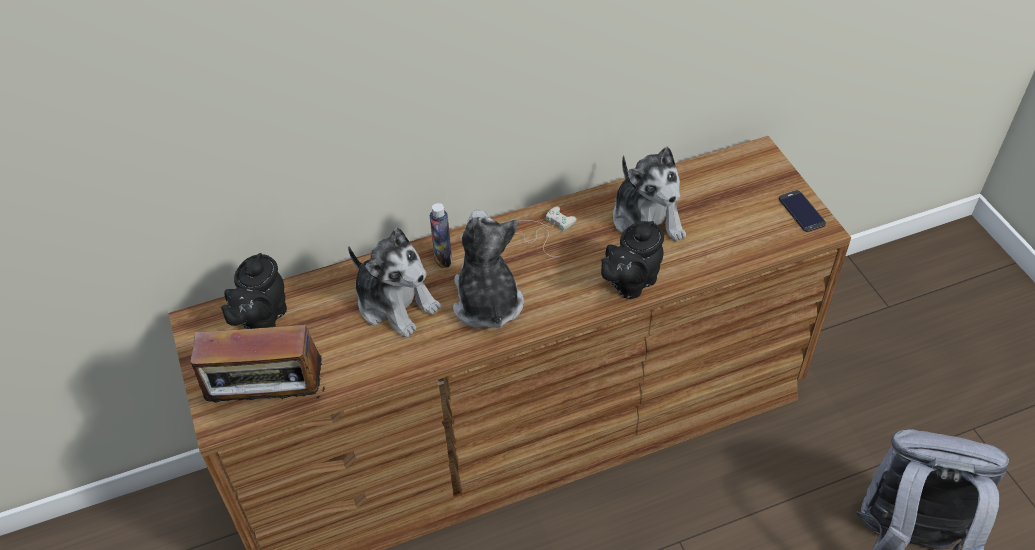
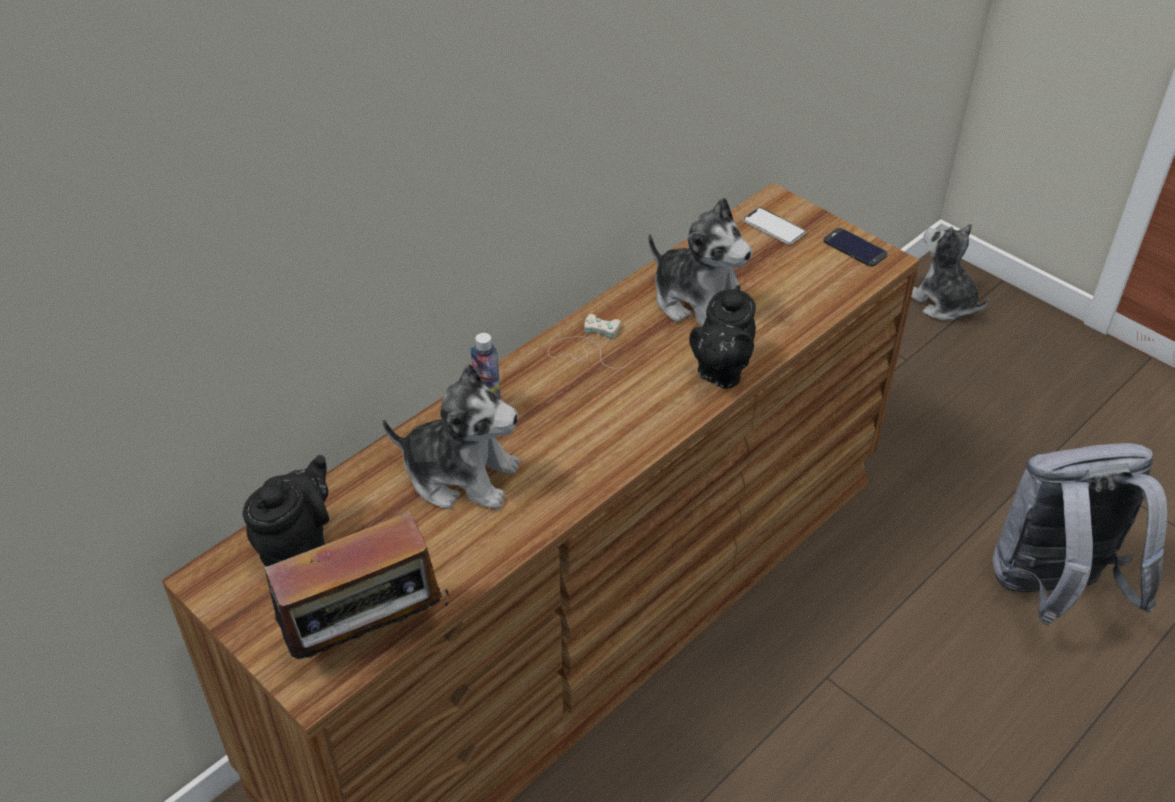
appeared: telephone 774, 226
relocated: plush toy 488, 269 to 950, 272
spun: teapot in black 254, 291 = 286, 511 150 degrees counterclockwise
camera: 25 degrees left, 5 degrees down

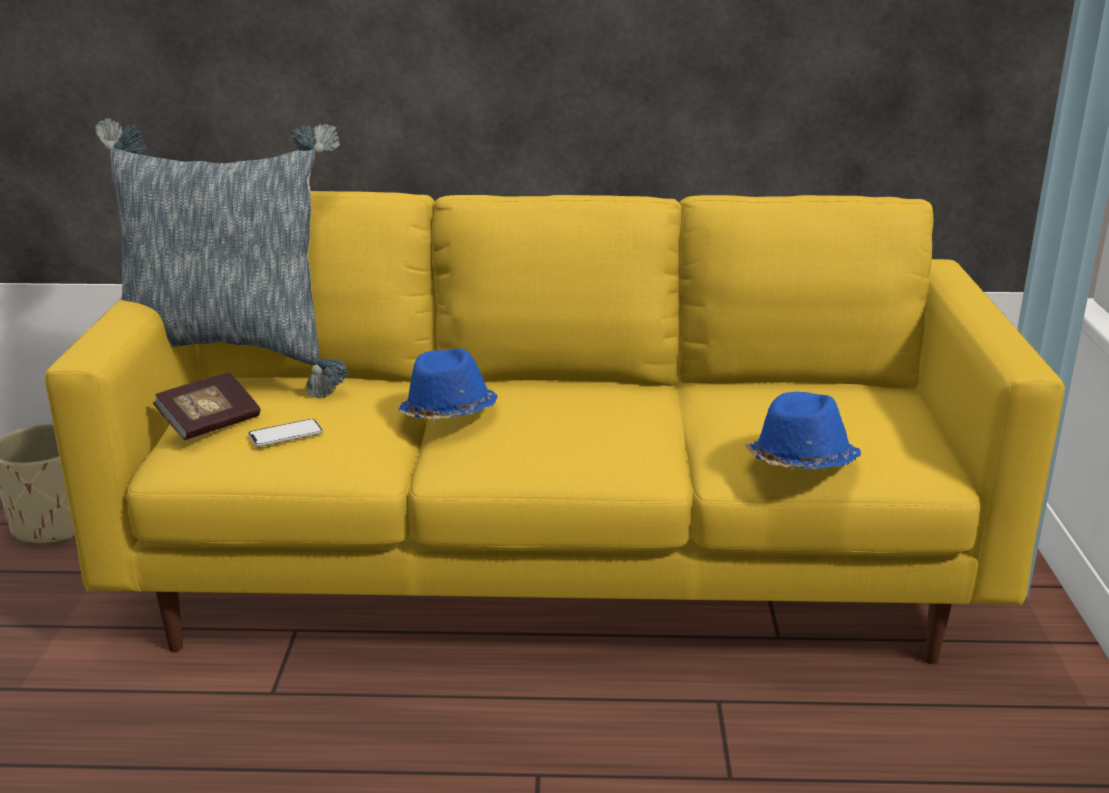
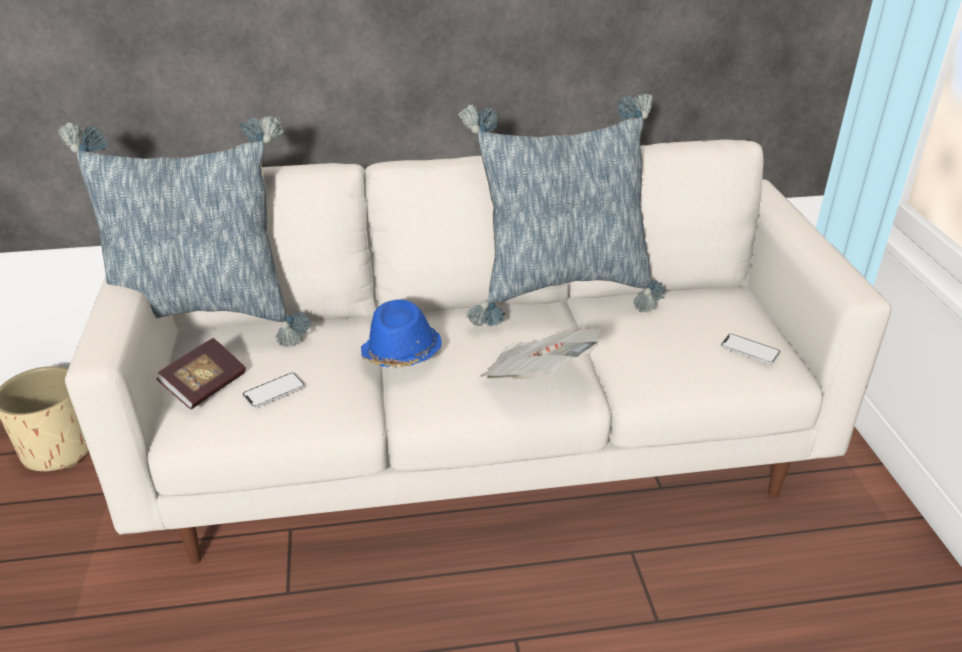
missing: hat in bluish 803, 430
appeared: cushion 562, 210; daily paper 541, 354; telephone 750, 349
colour: settee in yellow-coloured 555, 427 to settee in white 478, 352
camera: 10 degrees left, 10 degrees up

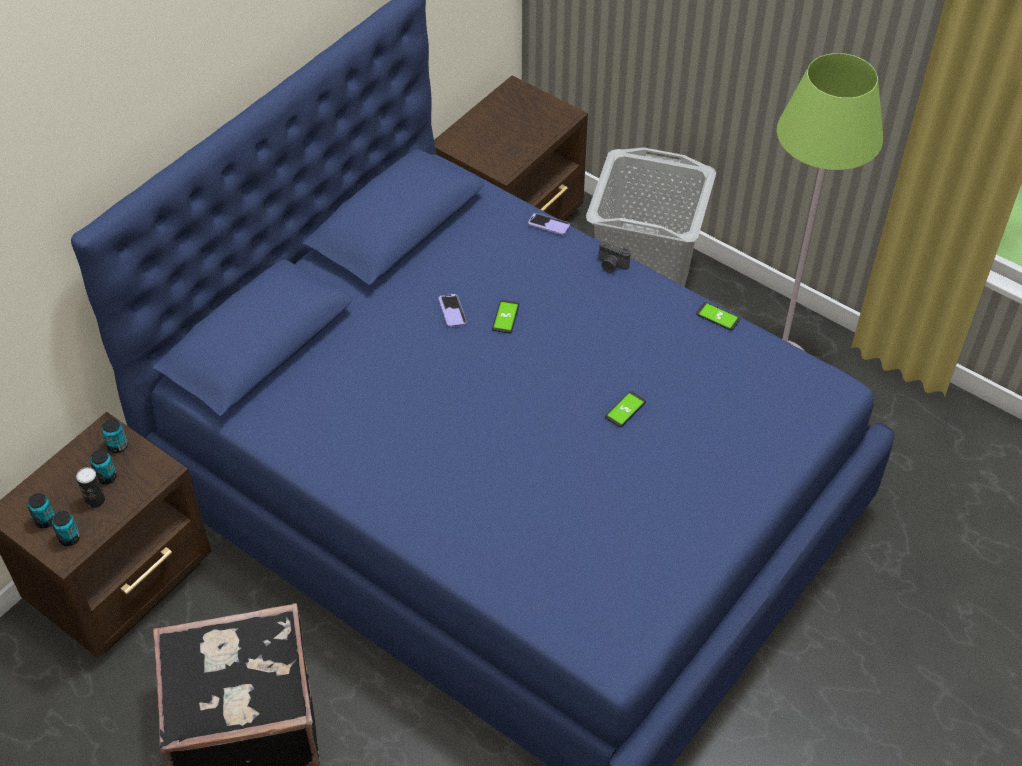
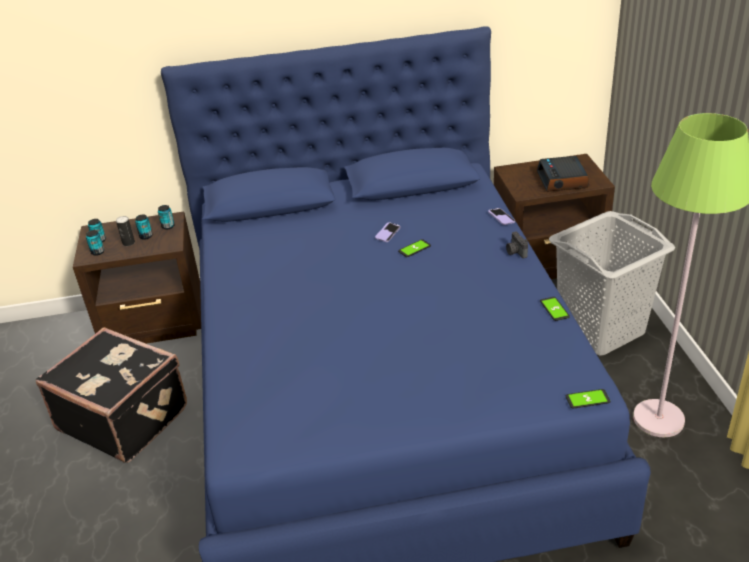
appeared: alarm clock 563, 174
relocated: telephone 625, 409 to 588, 399
camera: 45 degrees right, 15 degrees down

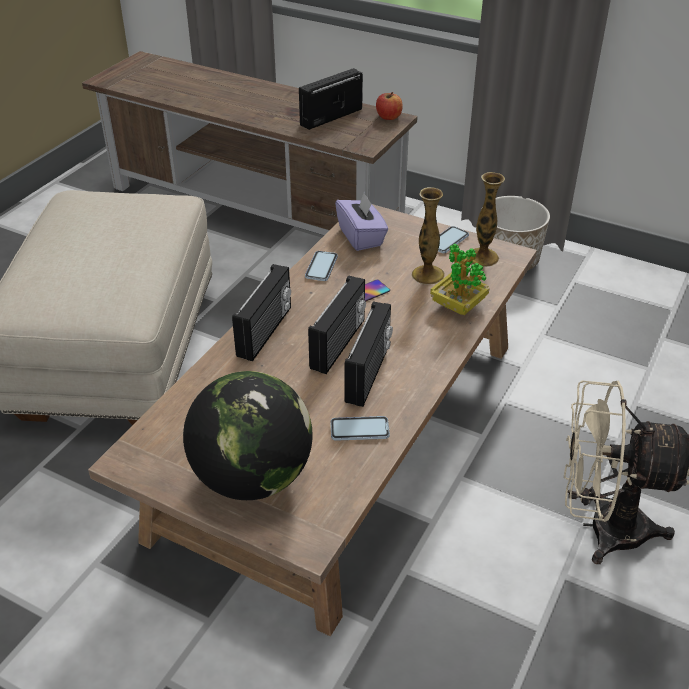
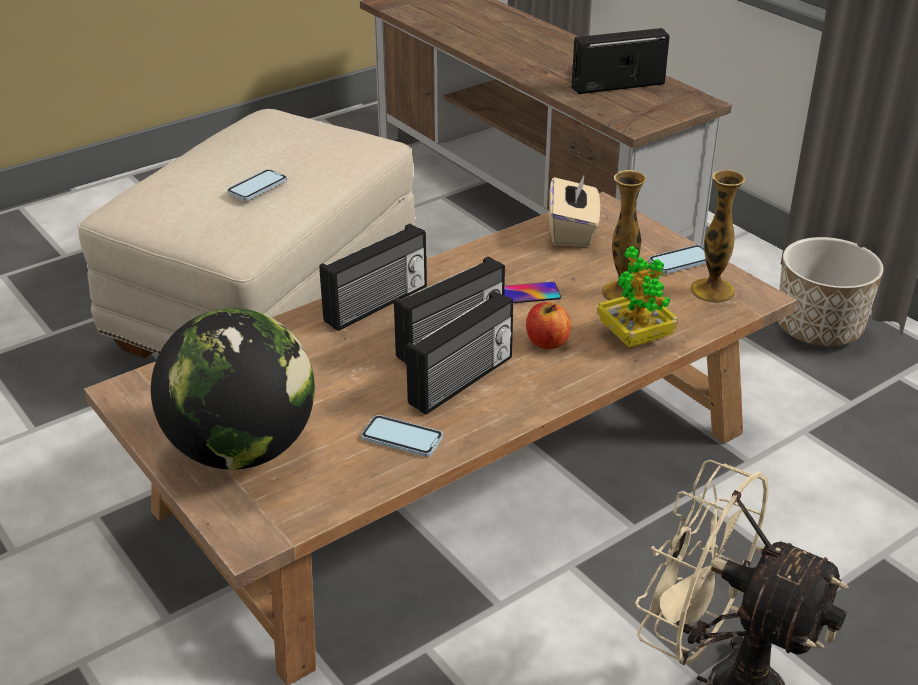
relocated: telephone 321, 266 to 257, 184; whole apple 389, 106 to 548, 326
colour: tissue box in purplish 361, 221 to tissue box in beige-coloured 574, 209
camera: 25 degrees right, 5 degrees down

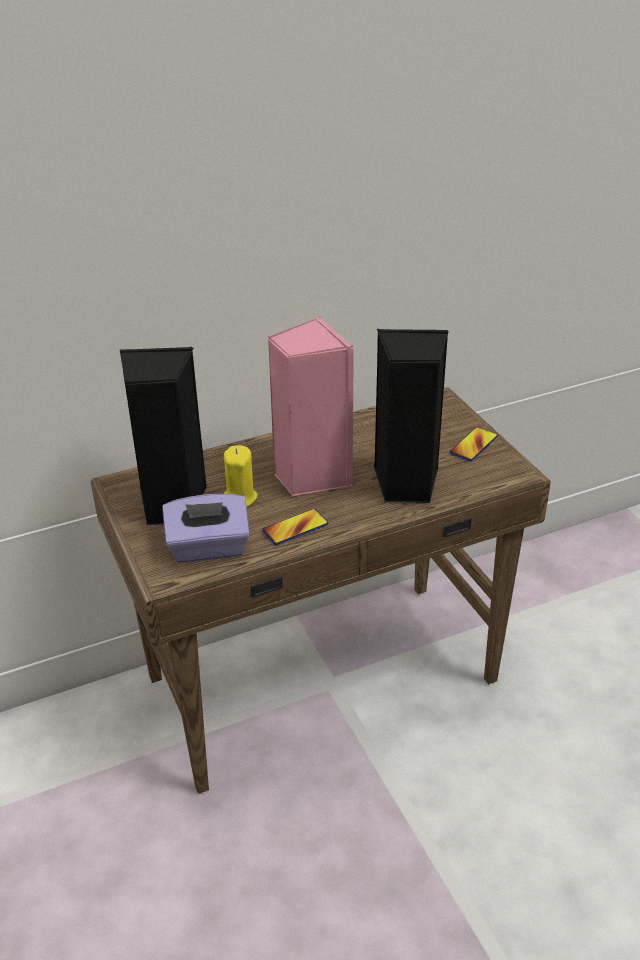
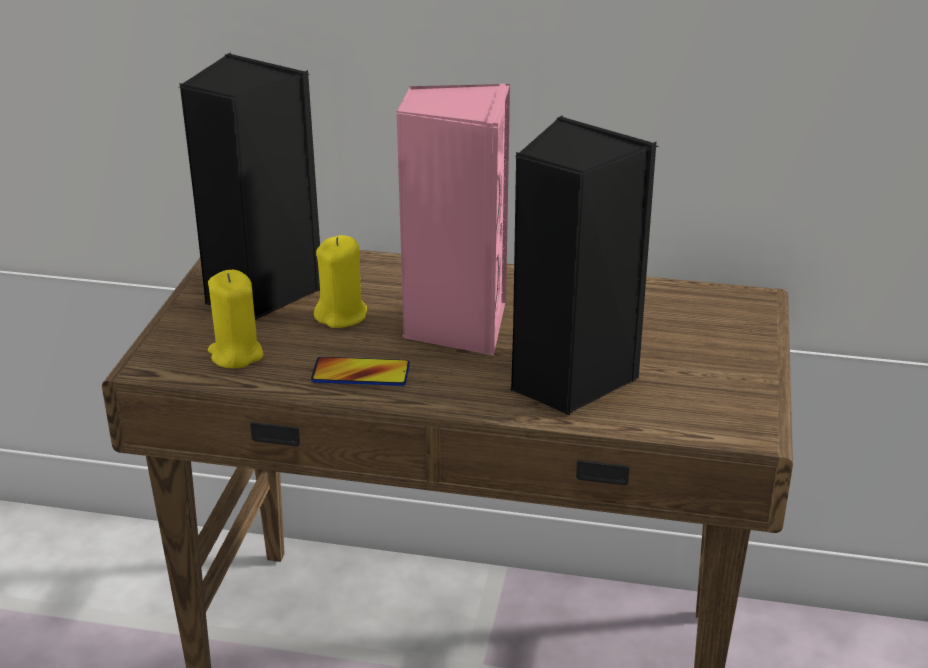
missing: telephone 474, 444
exchanged: tissue box in purplish 206, 528 to wax candle in yellow-coloured 236, 319
camera: 35 degrees right, 5 degrees down

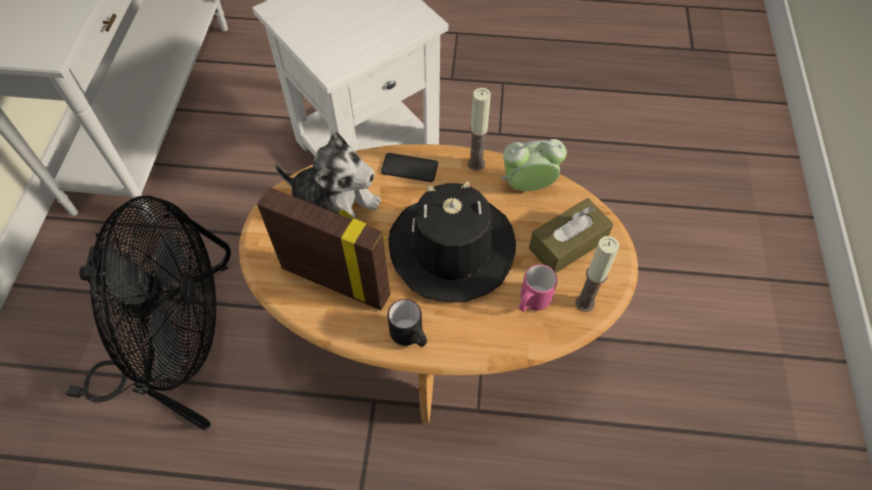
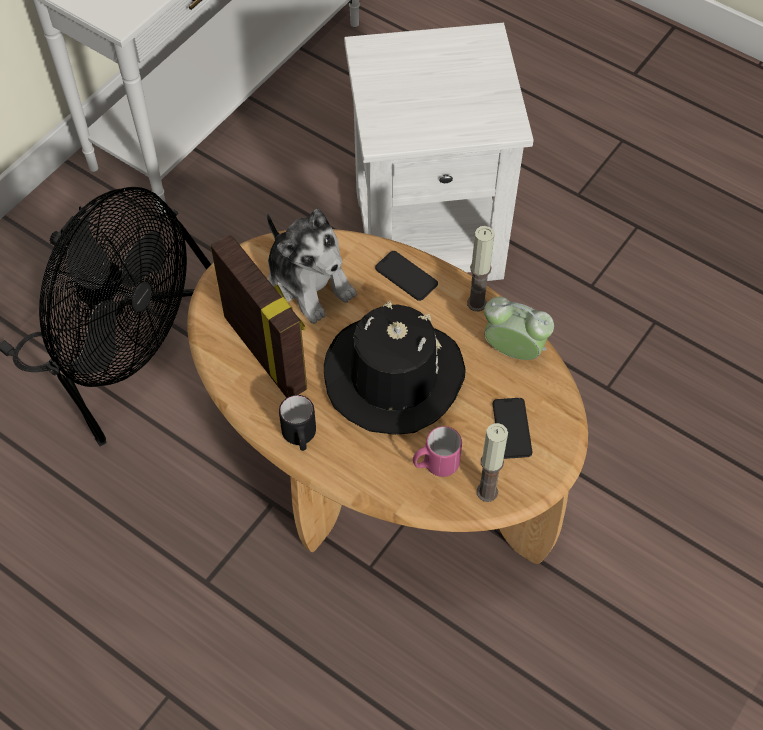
exchanged: tissue box in brownish 571, 235 to telephone 512, 428
camera: 30 degrees right, 0 degrees up

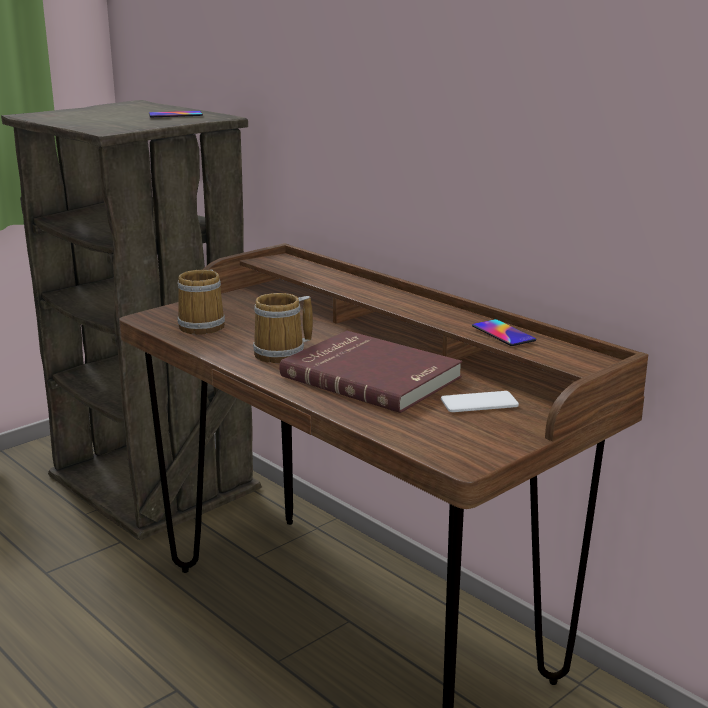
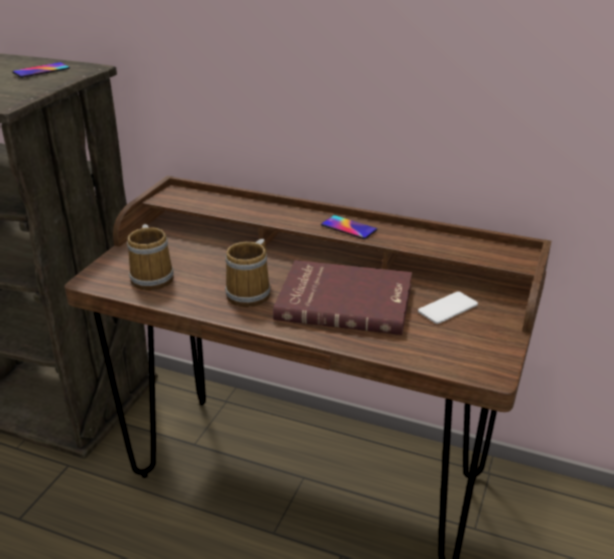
relocated: telephone 504, 332 to 349, 227
camera: 25 degrees left, 10 degrees up

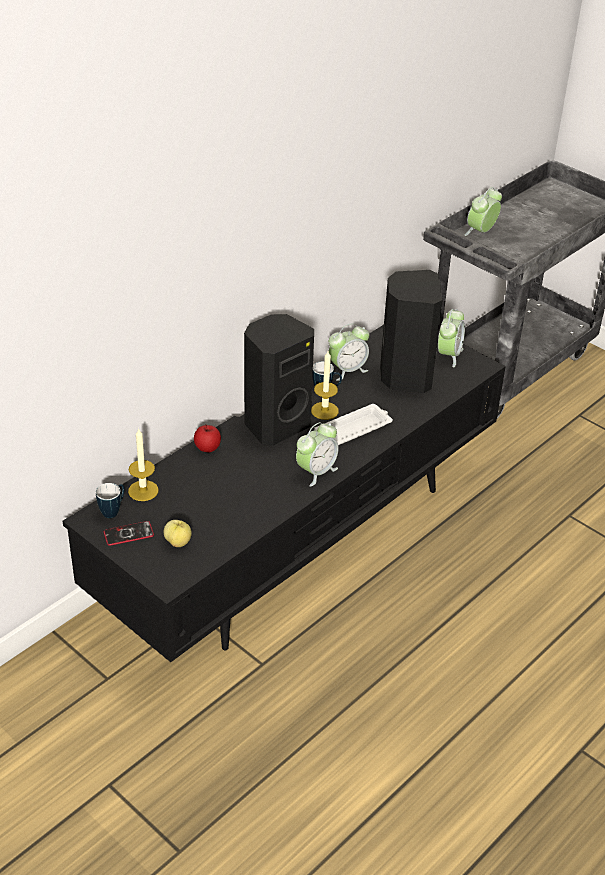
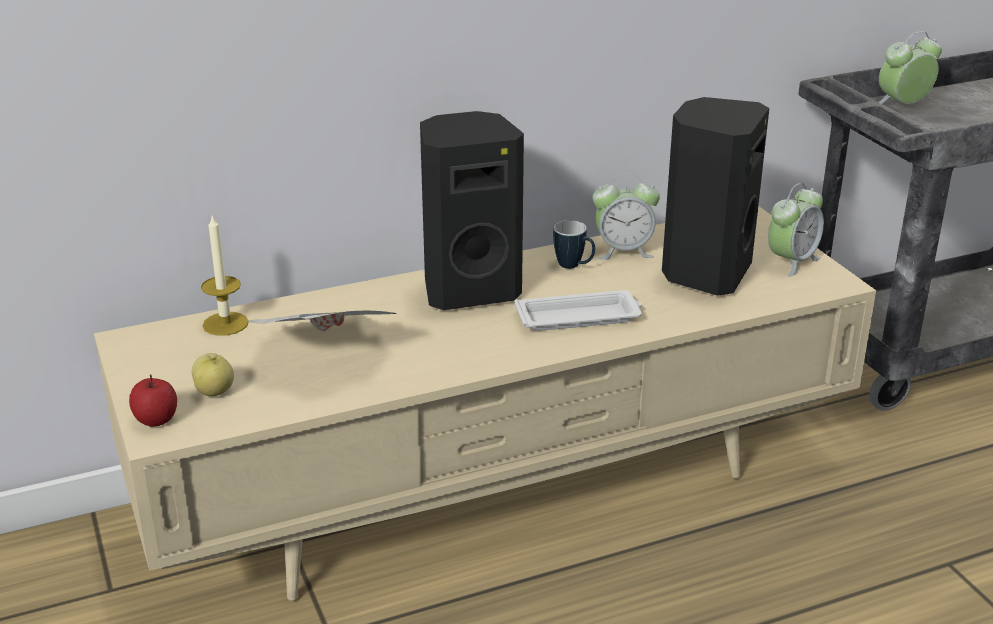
missing: mug 110, 500; telephone 129, 533; alarm clock 317, 454; wax candle 325, 385
appeared: daily paper 322, 321
relocated: whole apple 207, 438 to 153, 400
colour: tv stand in black 284, 493 to tv stand in beige-coloured 485, 403
camera: 25 degrees right, 10 degrees down

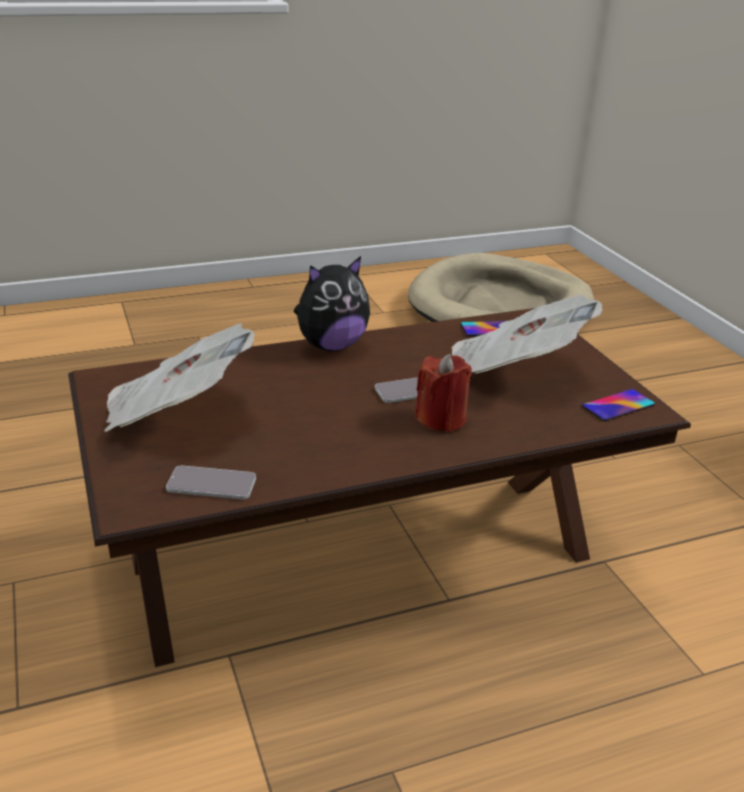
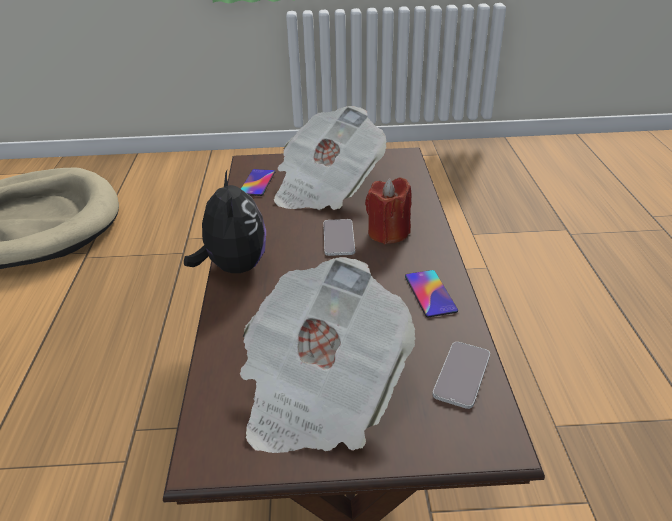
relocated: telephone 618, 405 to 431, 293
camera: 70 degrees left, 5 degrees up

